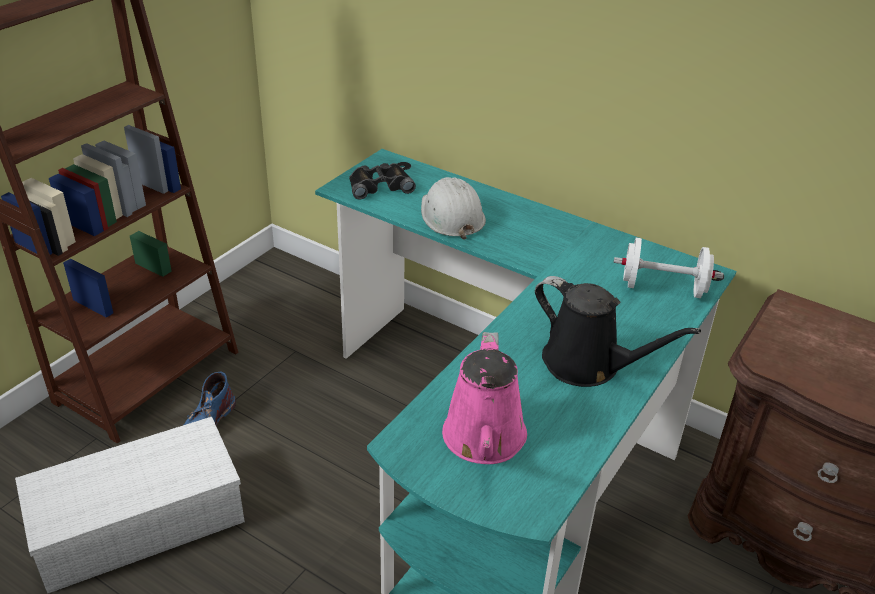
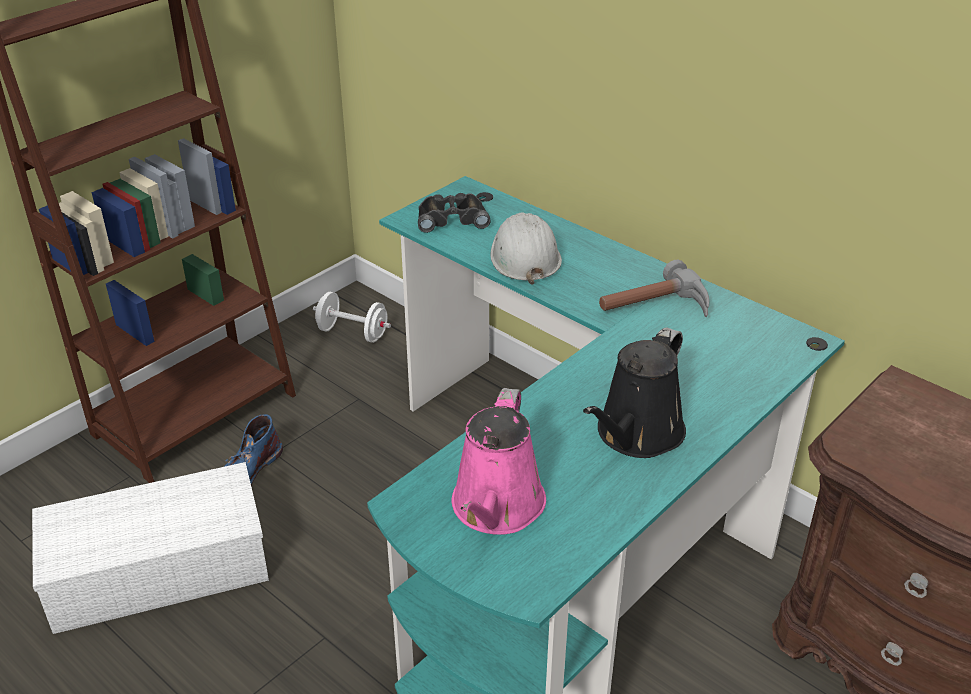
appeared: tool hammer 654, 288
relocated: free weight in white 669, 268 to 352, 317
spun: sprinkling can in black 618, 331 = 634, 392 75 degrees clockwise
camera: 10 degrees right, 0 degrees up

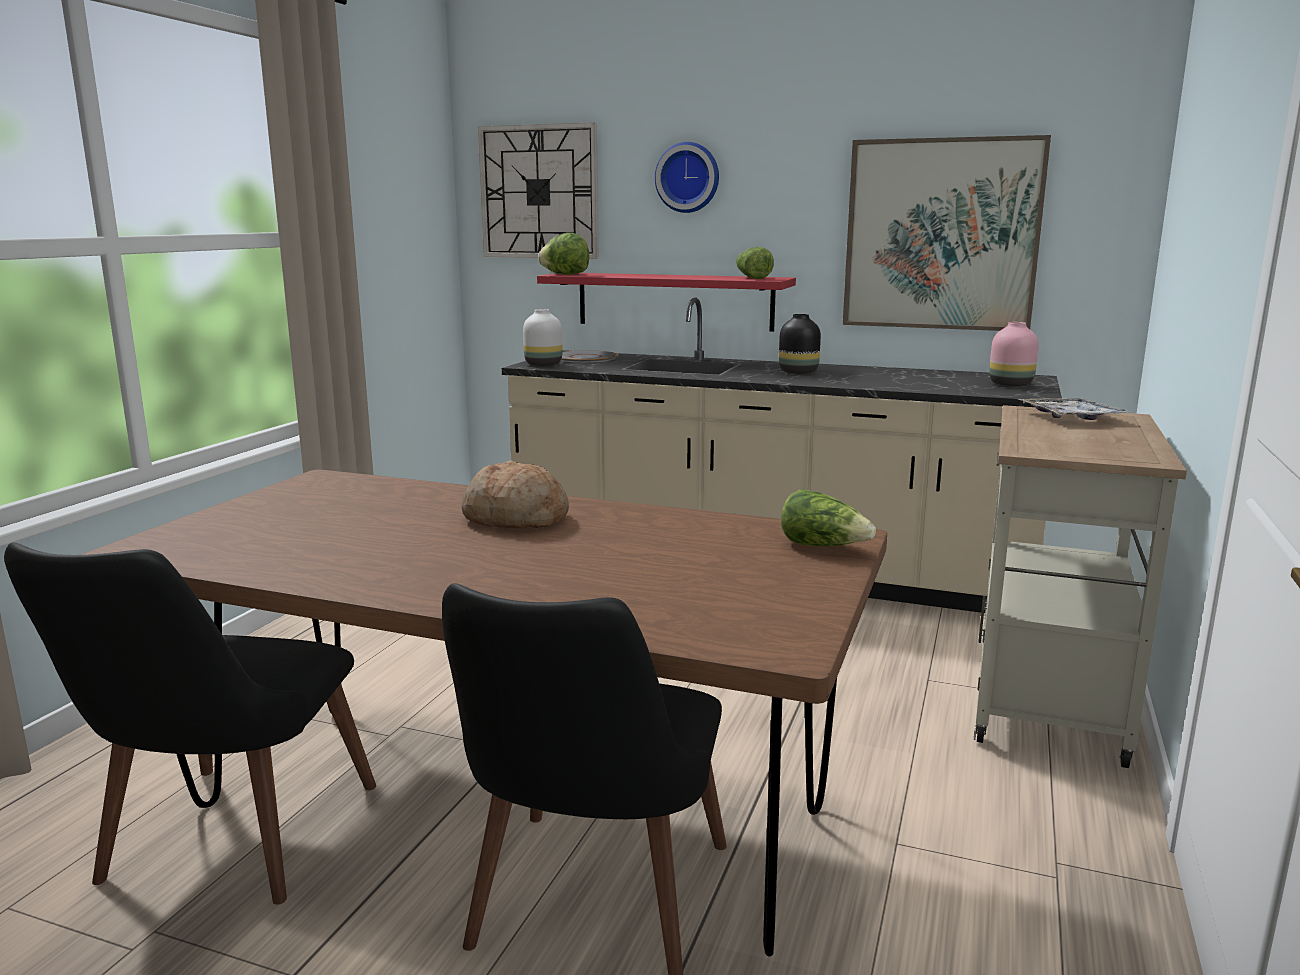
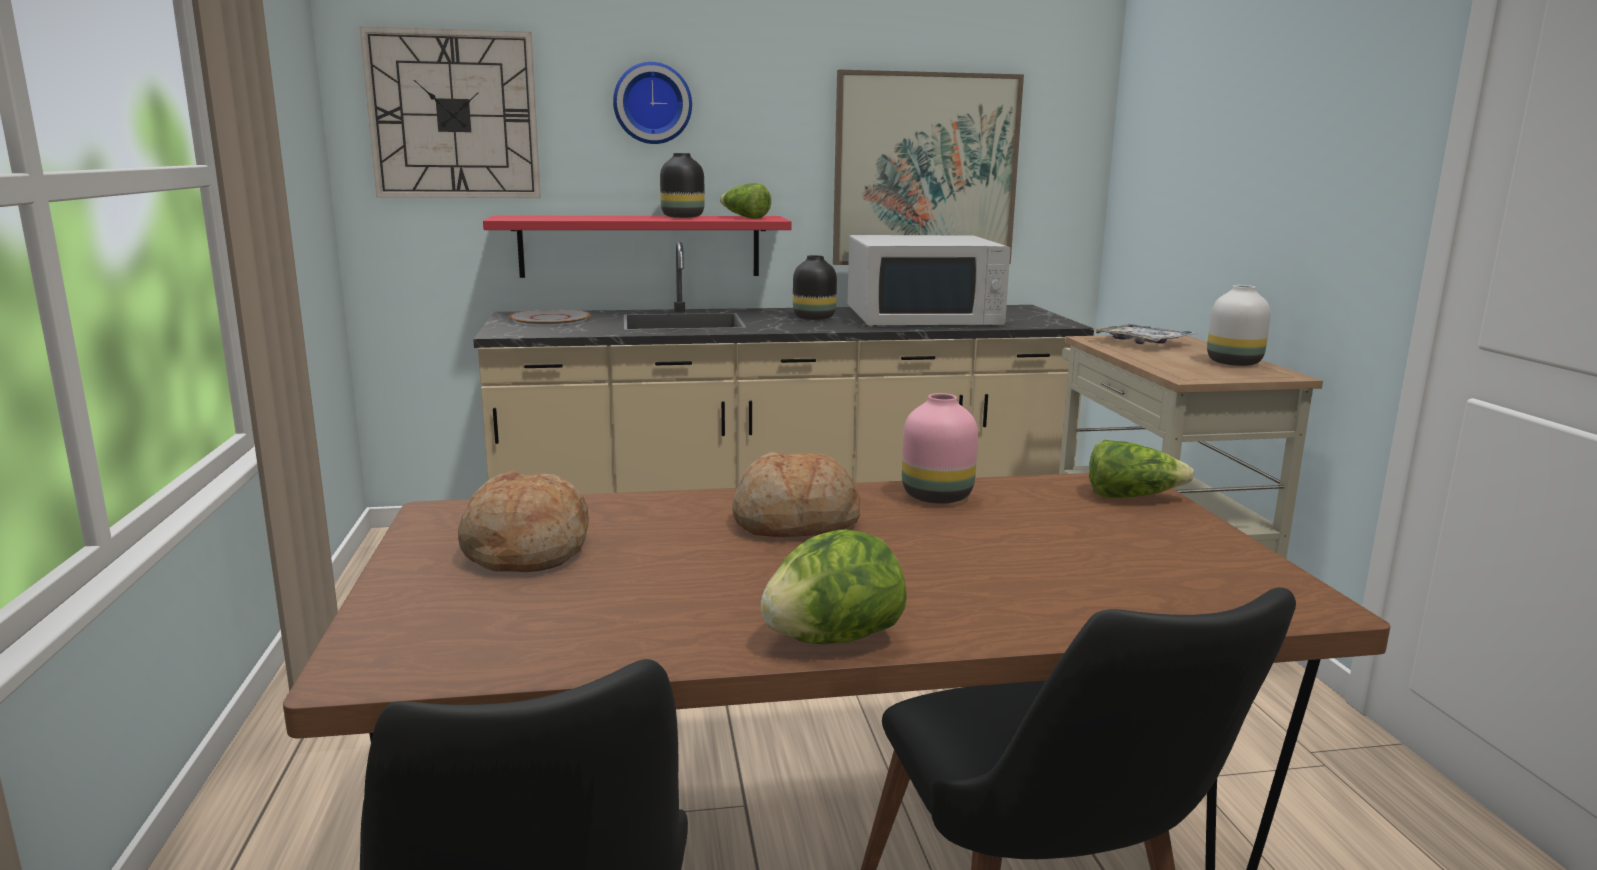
appeared: bakery bread 523, 521; vase in black 682, 185; kitchen microwave in white 928, 280
relocated: vase in white 542, 337 to 1239, 325; lettuce 563, 254 to 834, 586; vase in pink-coloured 1014, 354 to 940, 448
camera: 30 degrees left, 0 degrees up

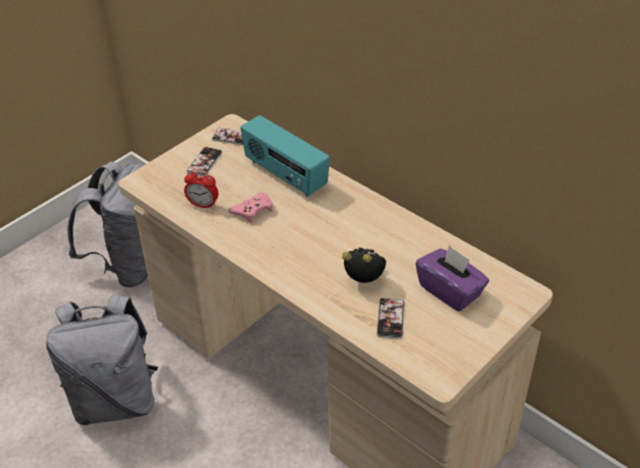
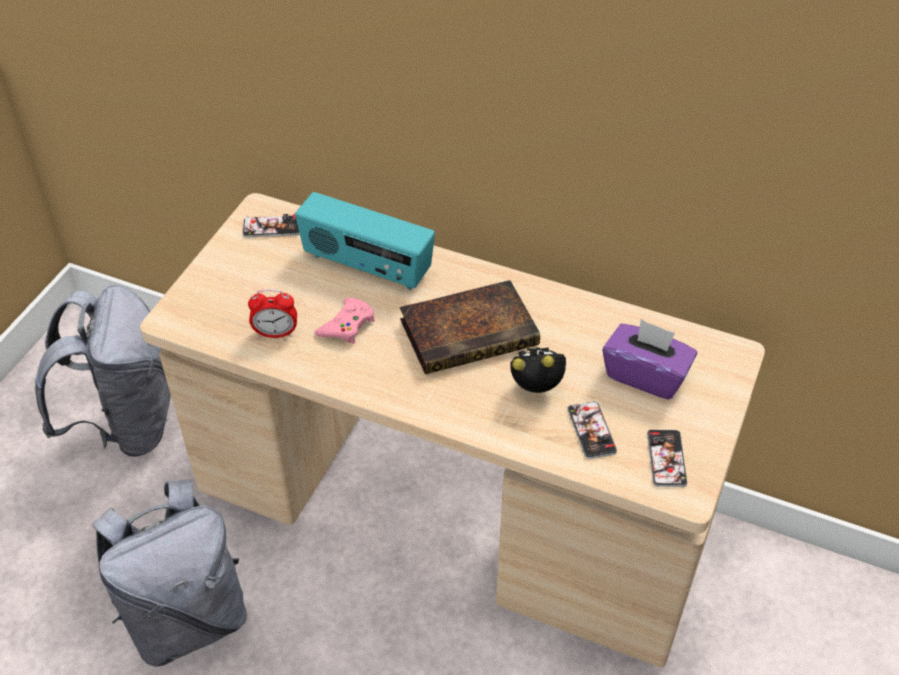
appeared: volume 470, 327
relocated: telephone 204, 161 to 667, 458
camera: 20 degrees left, 5 degrees up

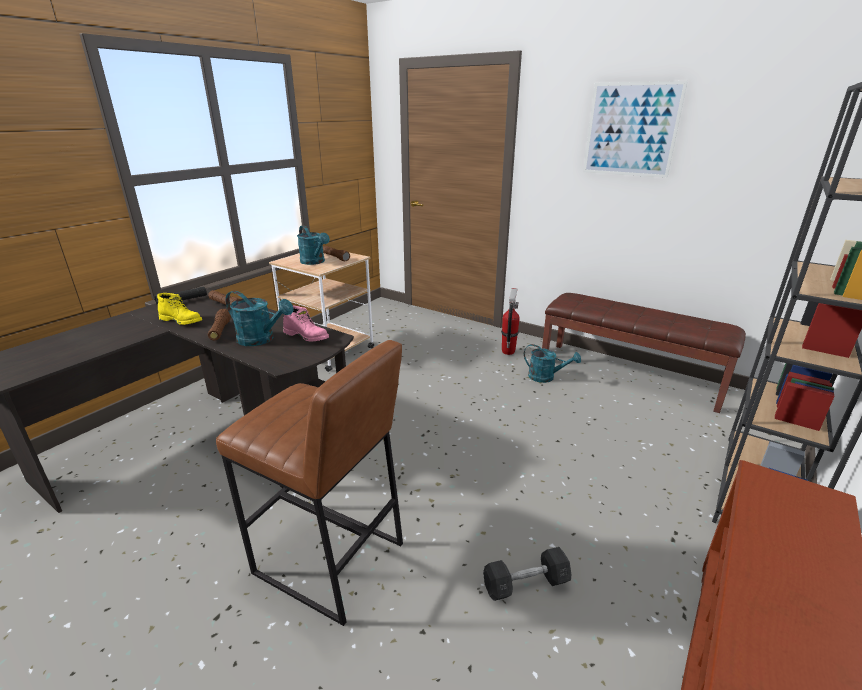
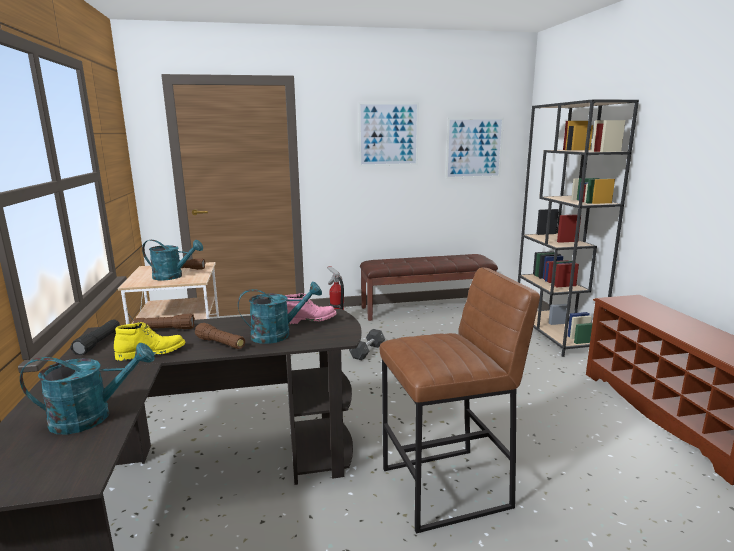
appeared: wall picture 474, 148
relocated: free weight in grey 527, 574 to 367, 344; sprinkling can in turquoise-coloured 552, 363 to 87, 388
camera: 45 degrees left, 10 degrees down

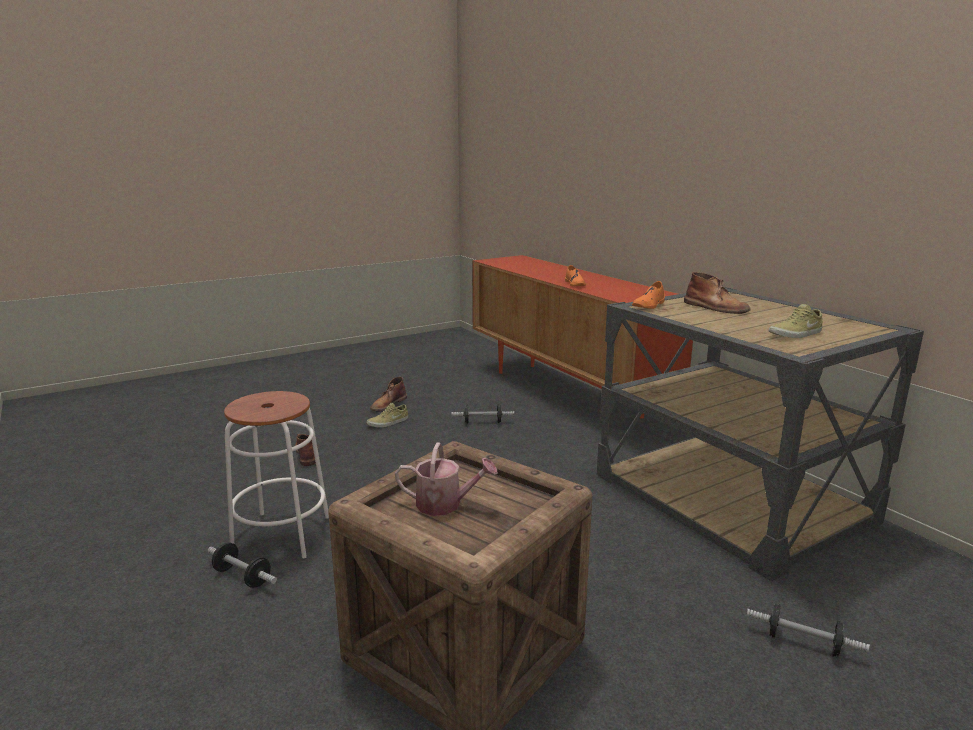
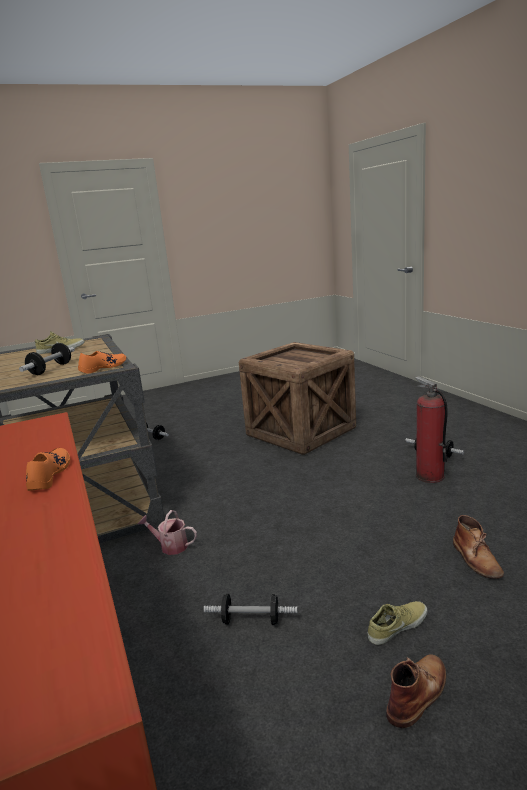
relocated: sprinkling can 446, 479 to 167, 532
exchanged: stool seat in white 276, 474 to fire-fighting cylinder 431, 429; boot in brownish 717, 293 to free weight 47, 359
camera: 170 degrees left, 0 degrees up

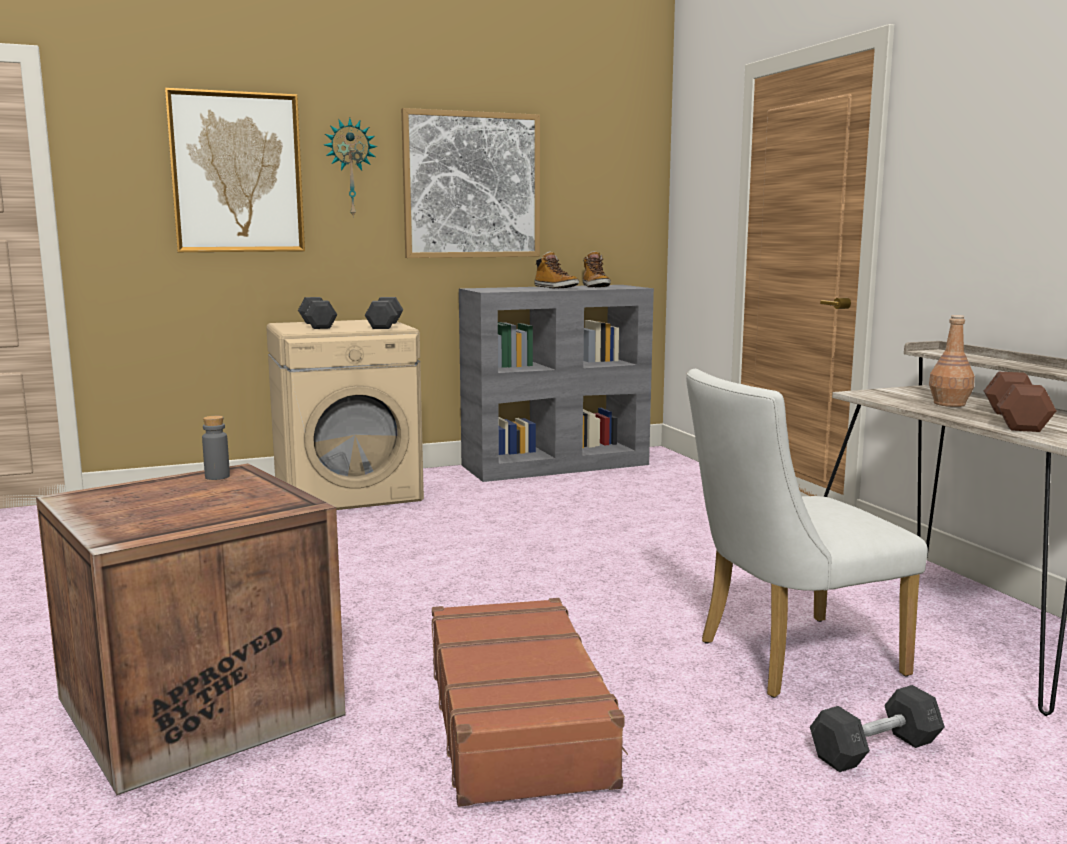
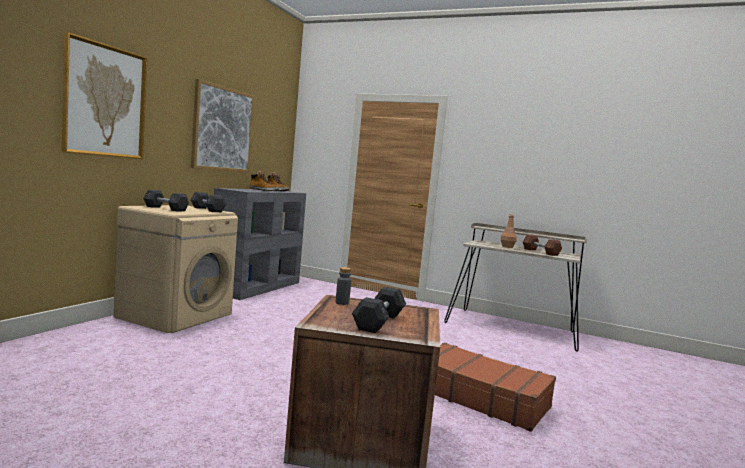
missing: clock on the wall 350, 168; plain chair in white 807, 533
relocated: free weight in grey 877, 728 to 379, 310
camera: 45 degrees left, 5 degrees down

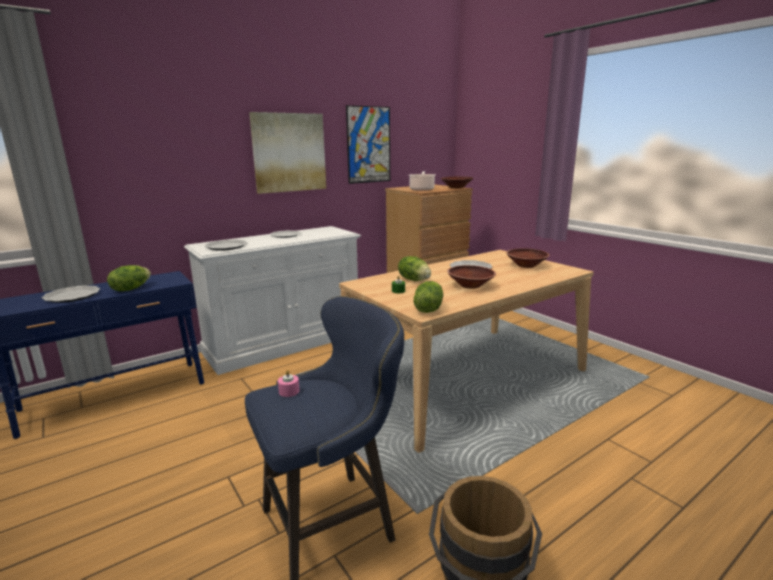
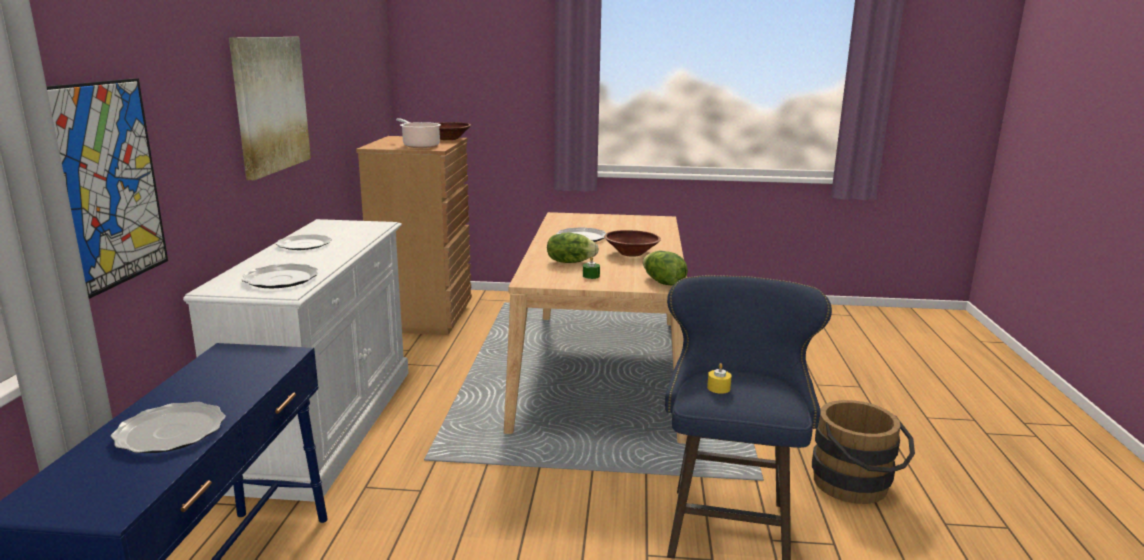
missing: lettuce 129, 278; deep dish in brownish 528, 258
relocated: wall picture 368, 144 to 107, 188
colour: wax candle in pink-coloured 288, 383 to wax candle in yellow-coloured 719, 378
camera: 50 degrees left, 0 degrees up

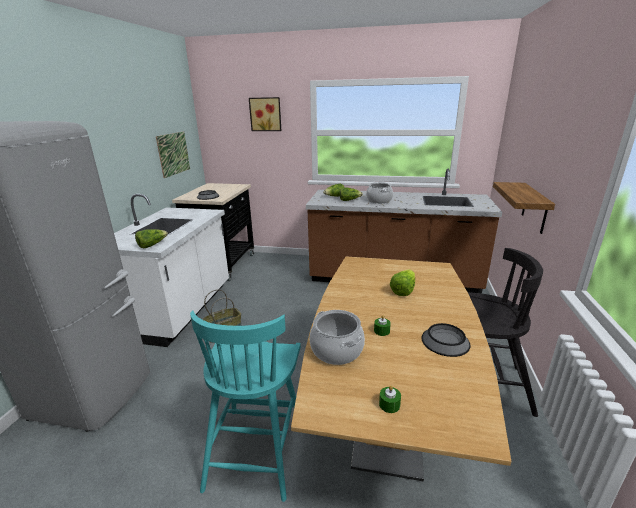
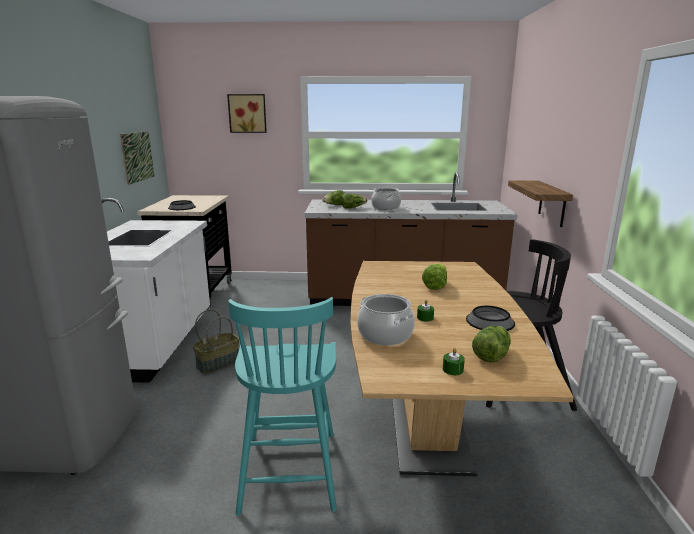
relocated: lettuce 151, 238 to 491, 344
camera: 10 degrees left, 5 degrees down

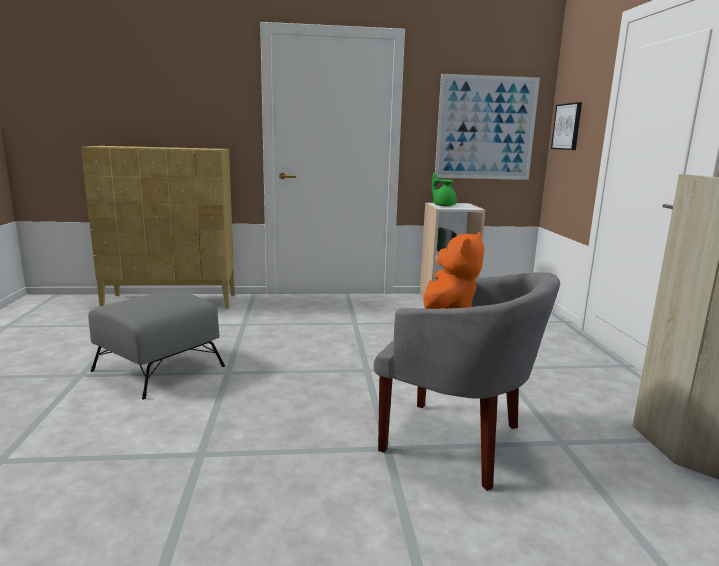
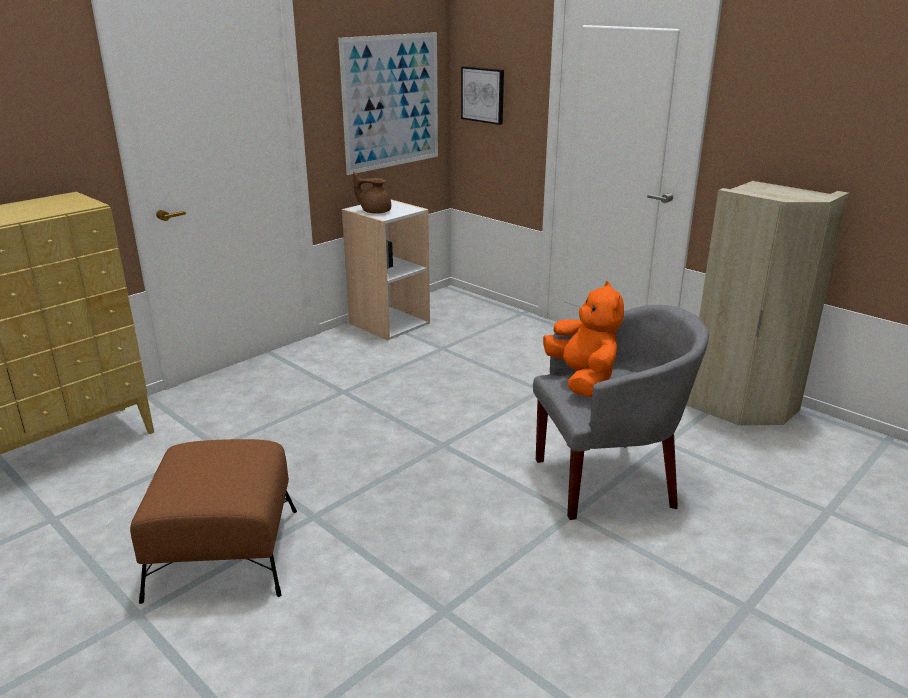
colour: footrest in grey 156, 345 to footrest in brownish 213, 521; teapot in green-coloured 444, 189 to teapot in brownish 372, 193
camera: 40 degrees left, 10 degrees up

